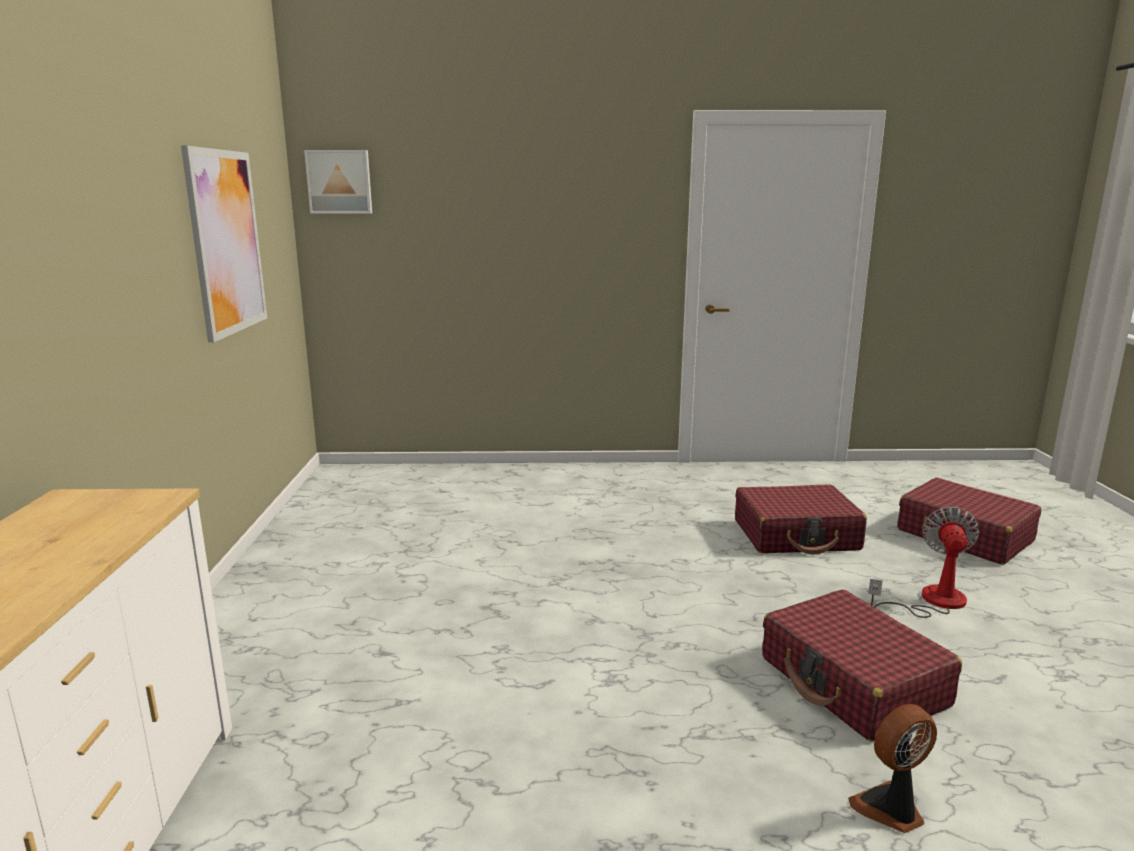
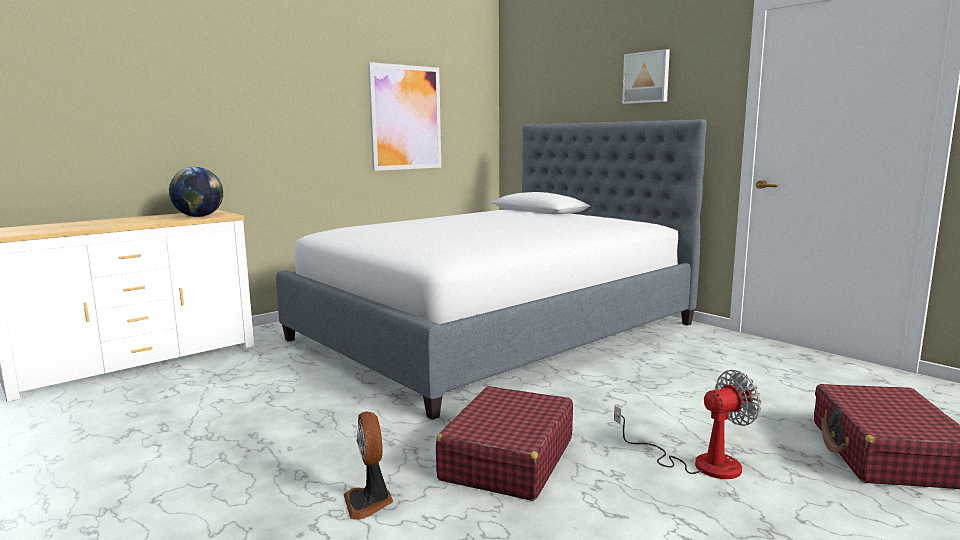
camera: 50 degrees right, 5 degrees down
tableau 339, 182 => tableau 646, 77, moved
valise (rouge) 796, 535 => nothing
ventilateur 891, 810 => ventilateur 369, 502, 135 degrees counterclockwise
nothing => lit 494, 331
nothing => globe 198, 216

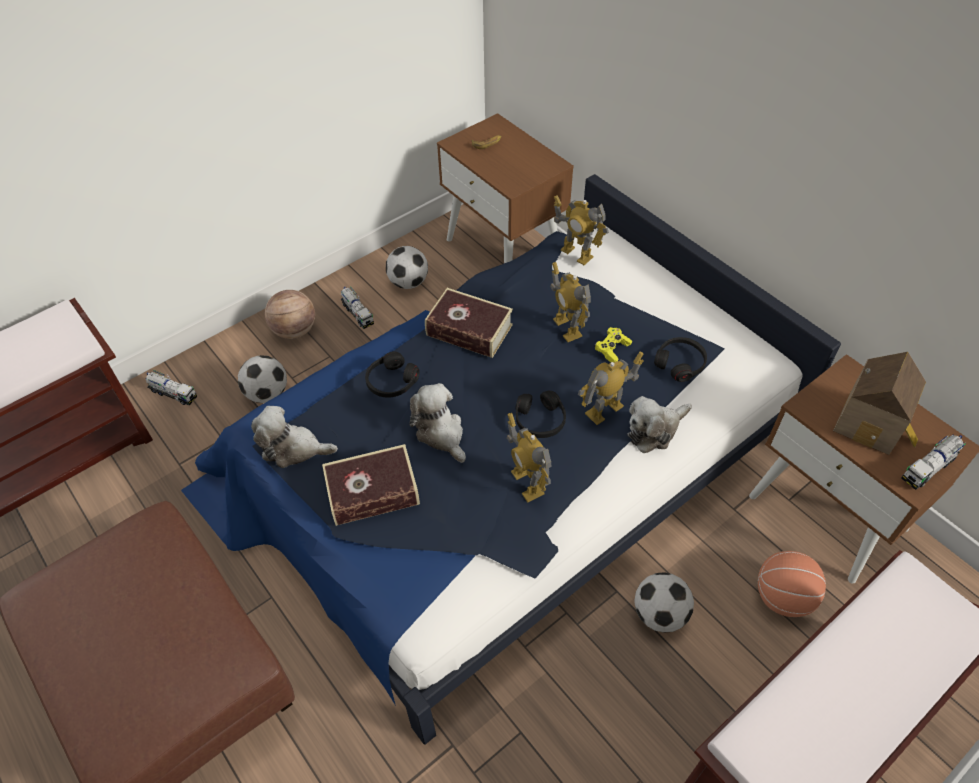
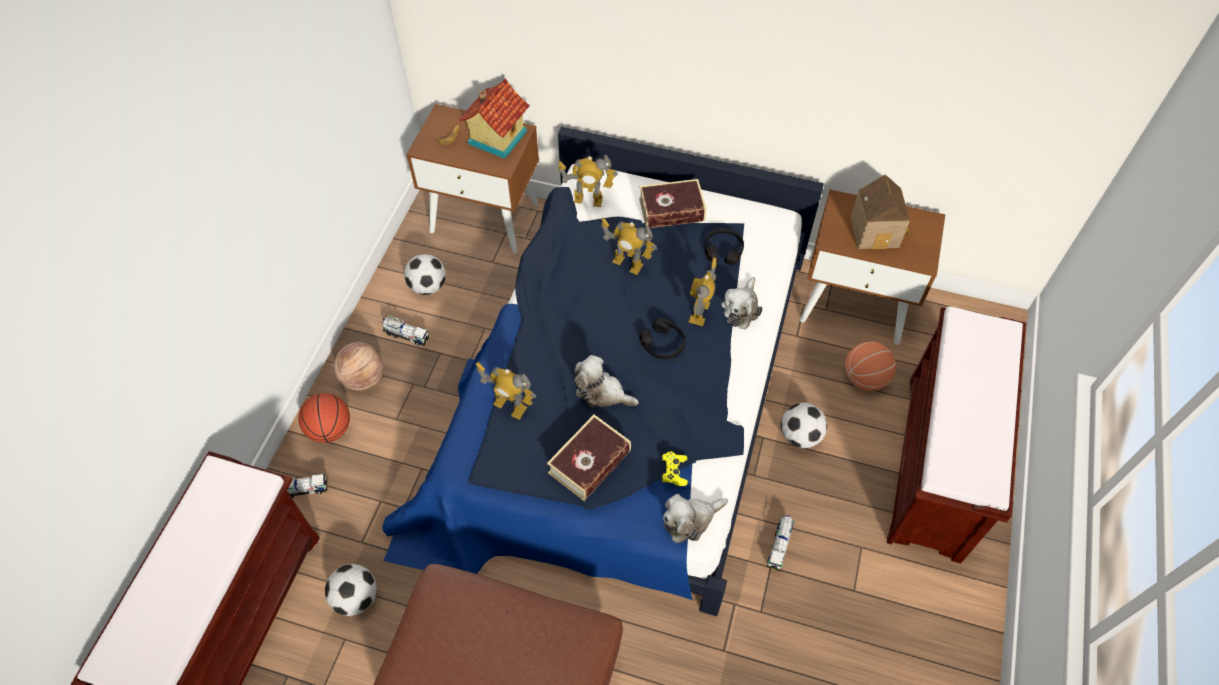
camera: 35 degrees left, 5 degrees up
livre 469, 330 => livre 671, 210, moved
manette (jaune) 612, 349 => manette (jaune) 673, 472, moved
casque audio (noir) 391, 381 => nothing
ballon de foot 267, 393 => ballon de foot 356, 598, moved
peluche 293, 448 => peluche 690, 520, moved
robot jouet 527, 483 => robot jouet 510, 406, moved
camion jouet 928, 468 => camion jouet 779, 546, moved
nothing => maison miniature 496, 137
nothing => ballon de basket 330, 429

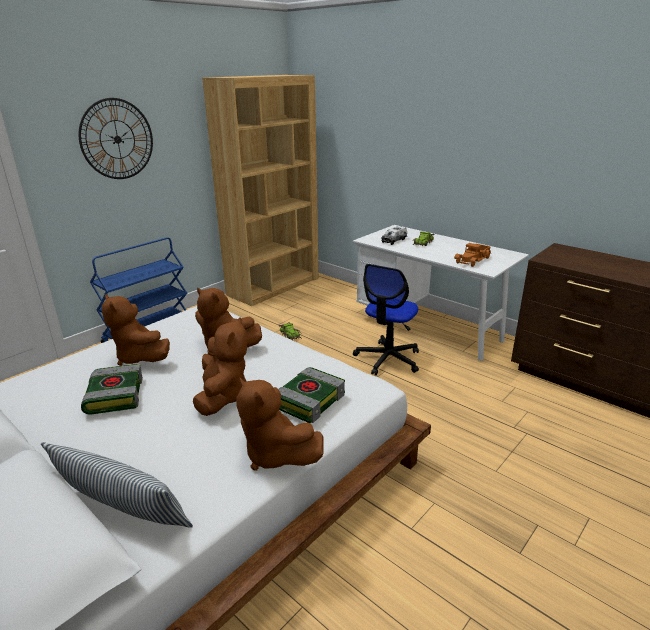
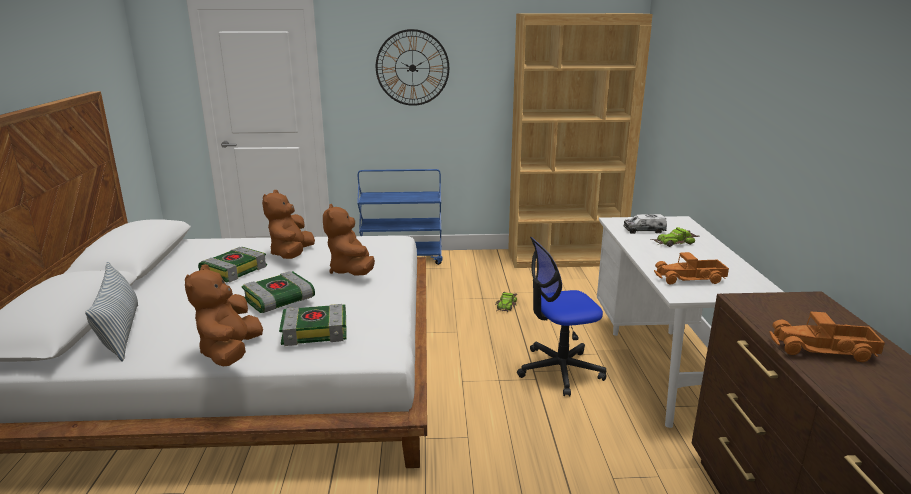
camera: 45 degrees right, 5 degrees down
peluche (marron) 223, 396 => livre 278, 300
nothing => camion jouet 823, 350

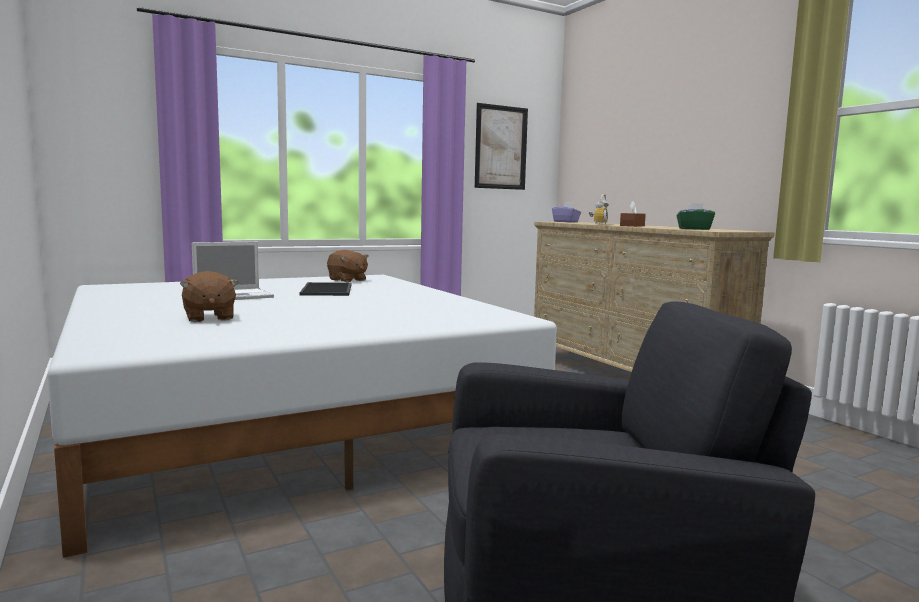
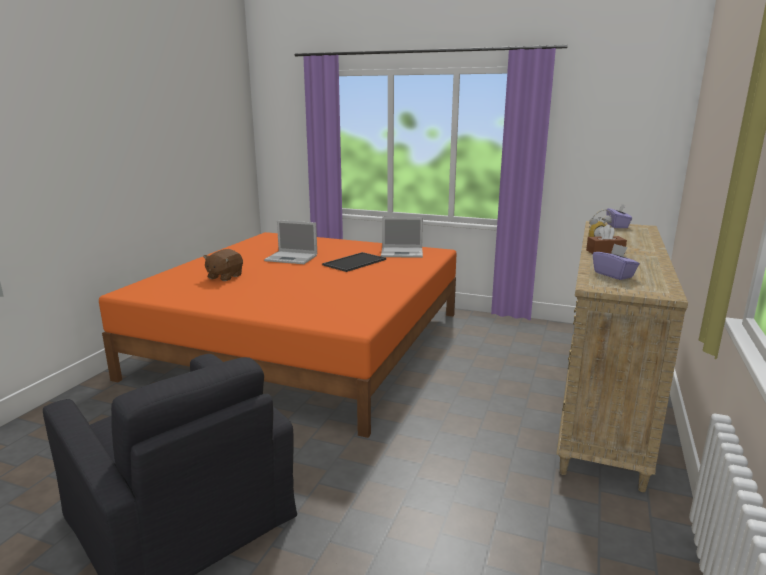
camera: 50 degrees right, 10 degrees up
tableau 501, 147 => nothing
boîte à mouchoirs (vert) 694, 229 => boîte à mouchoirs (violet) 613, 275
peluche (marron) 347, 280 => ordinateur portable 403, 253
lit (blanc) 290, 415 => lit (orange) 305, 343

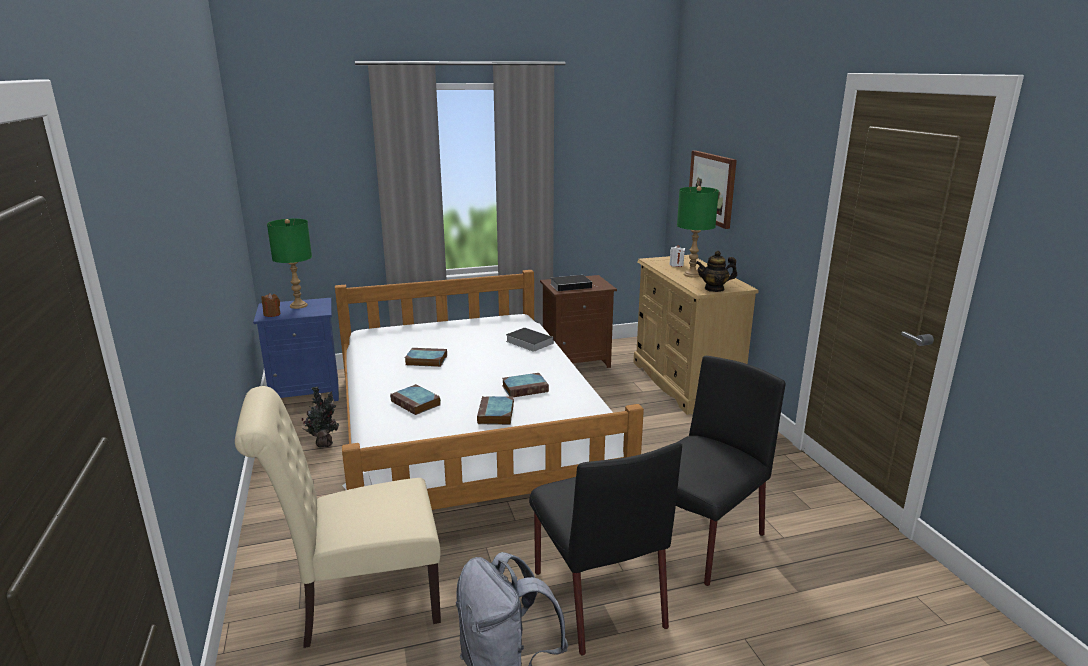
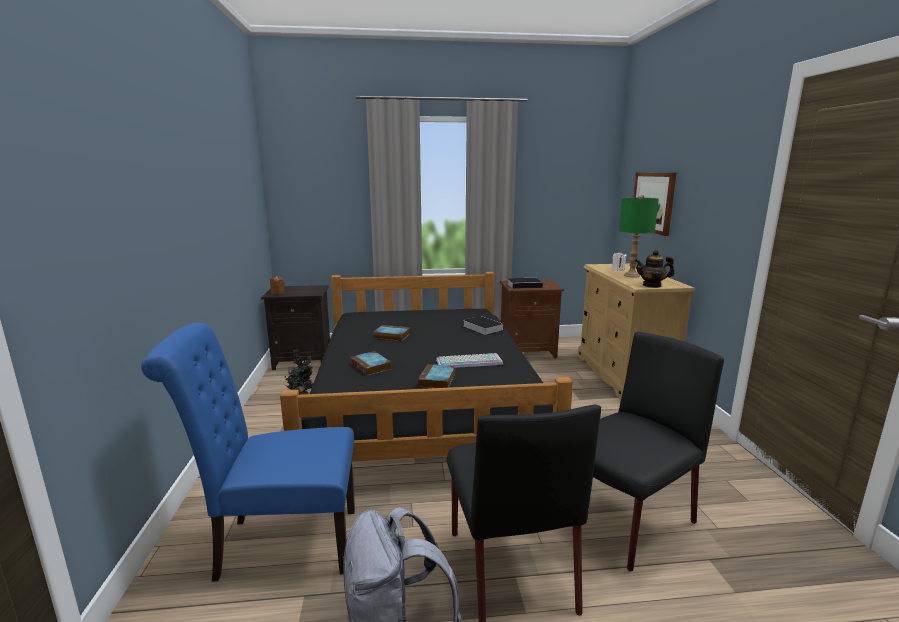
camera: 10 degrees right, 5 degrees down
lampe de table (vert) 298, 305 => nothing
lit (blanc) 468, 432 => lit (noir) 422, 400
table de chevet (bleu) 307, 393 => table de chevet (noir) 303, 360
livre 525, 388 => clavier 470, 361
chaise (beige) 360, 604 => chaise (bleu) 279, 544

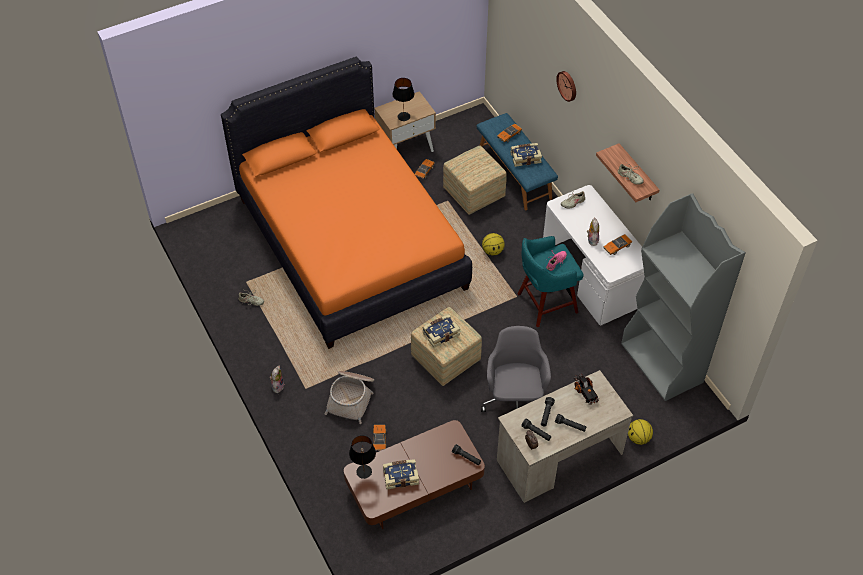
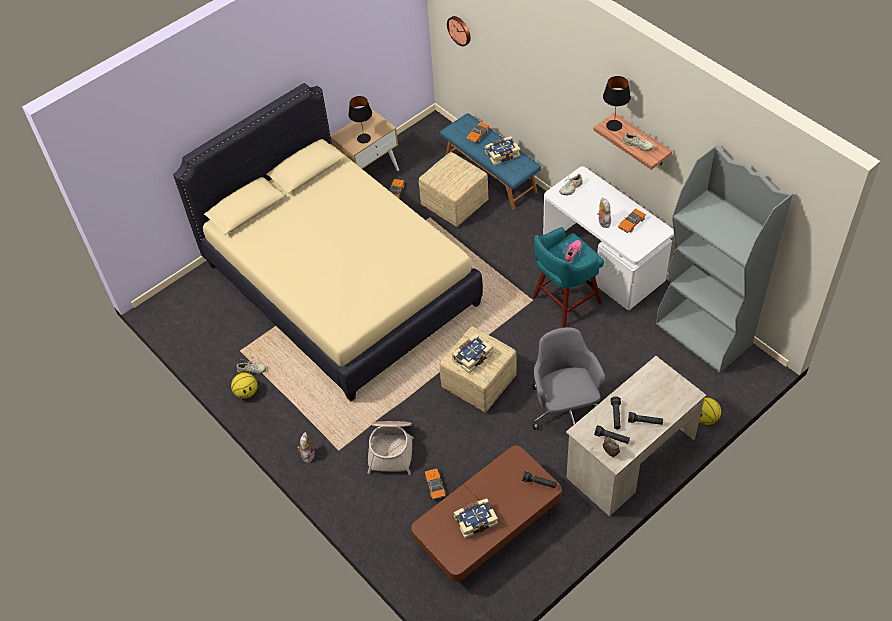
camera: 10 degrees left, 0 degrees up
lit (orange) 350, 243 => lit (beige) 340, 284
horloge murale 567, 85 => horloge murale 460, 30, moved
ballon de basket 493, 251 => ballon de basket 246, 392, moved
camion jouet 585, 392 => nothing
lampe de table (noir) 364, 472 => lampe de table (noir) 614, 125, moved

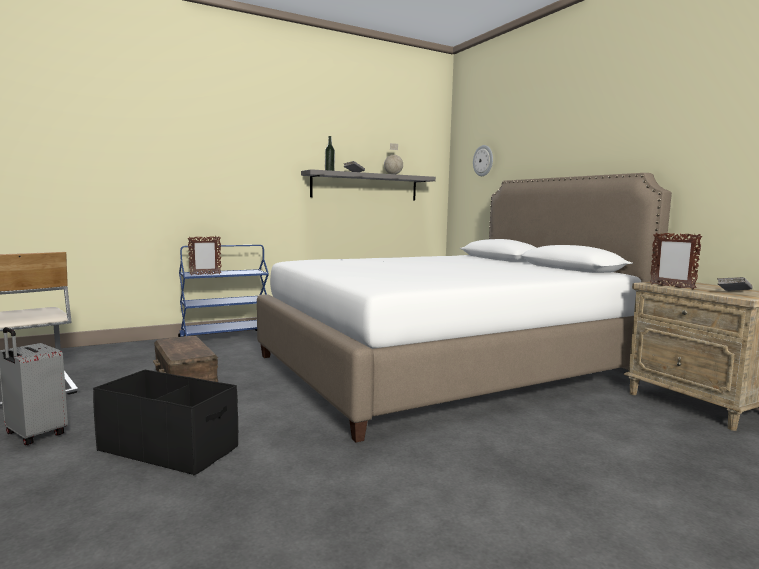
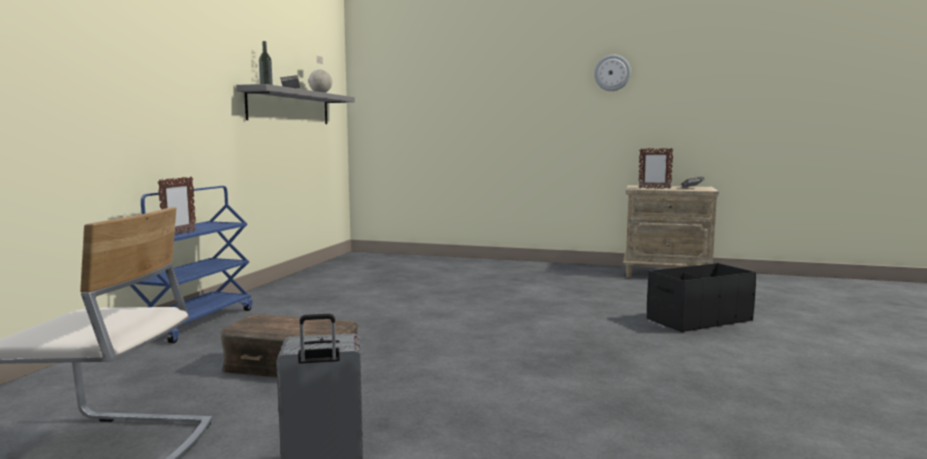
camera: 45 degrees left, 0 degrees up
horloge murale 483, 160 => horloge murale 612, 73, moved
lit (blanc) 446, 366 => nothing
boîte de rangement (noir) 169, 448 => boîte de rangement (noir) 698, 319, moved

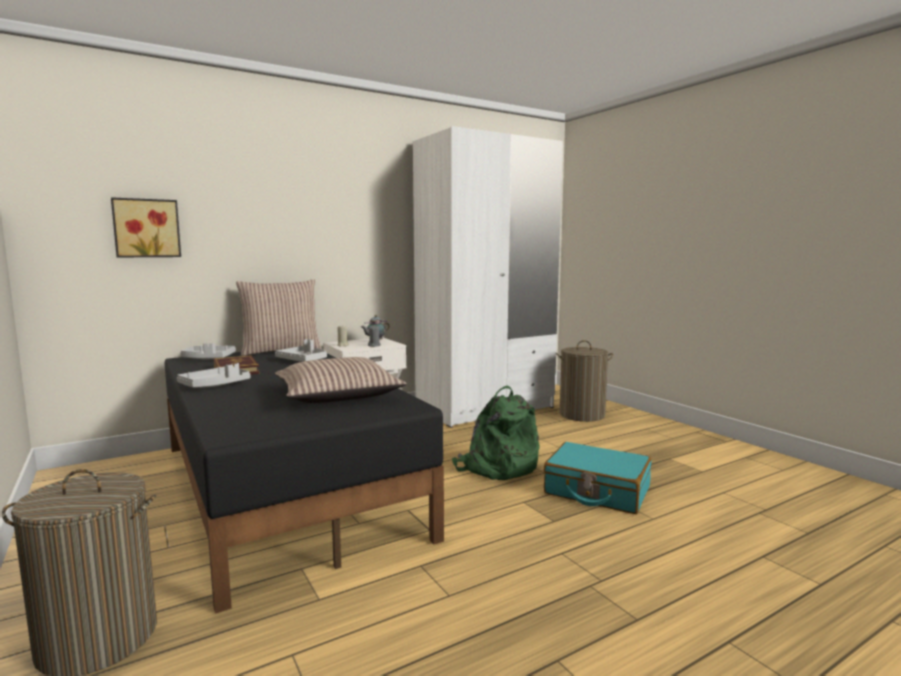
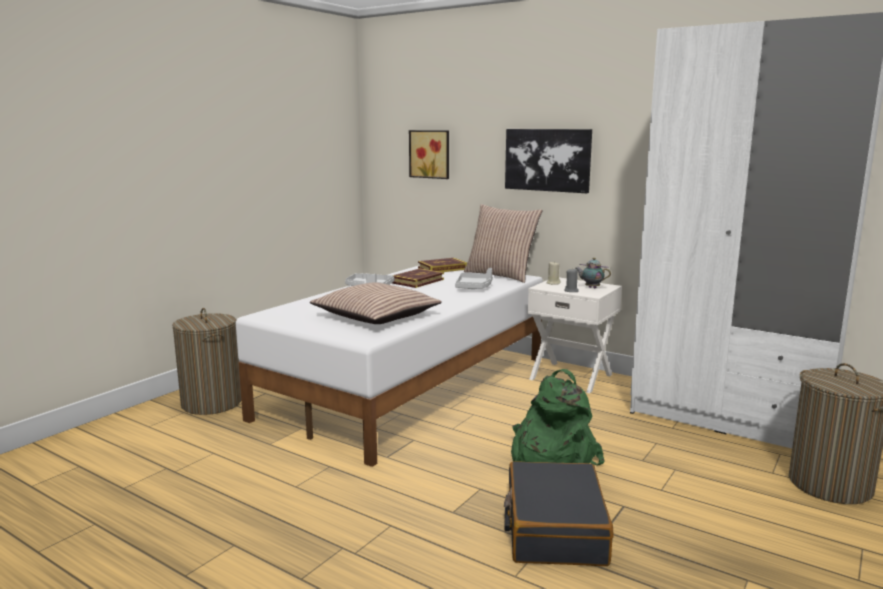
camera: 65 degrees right, 5 degrees up
plateau (gris) 208, 359 => livre 442, 268
lit (noir) 284, 486 => lit (blanc) 410, 386
valise (turquoise) 596, 491 => valise (noir) 554, 529
nothing => tableau 547, 160

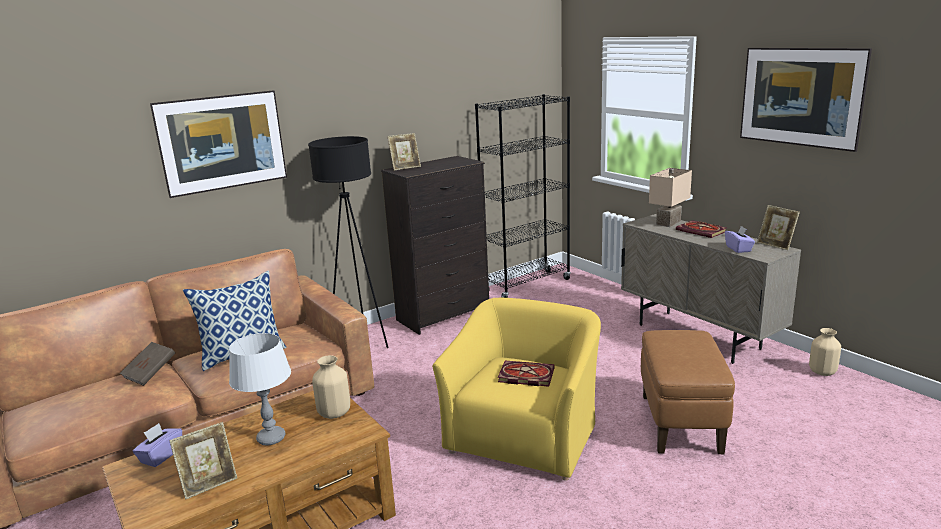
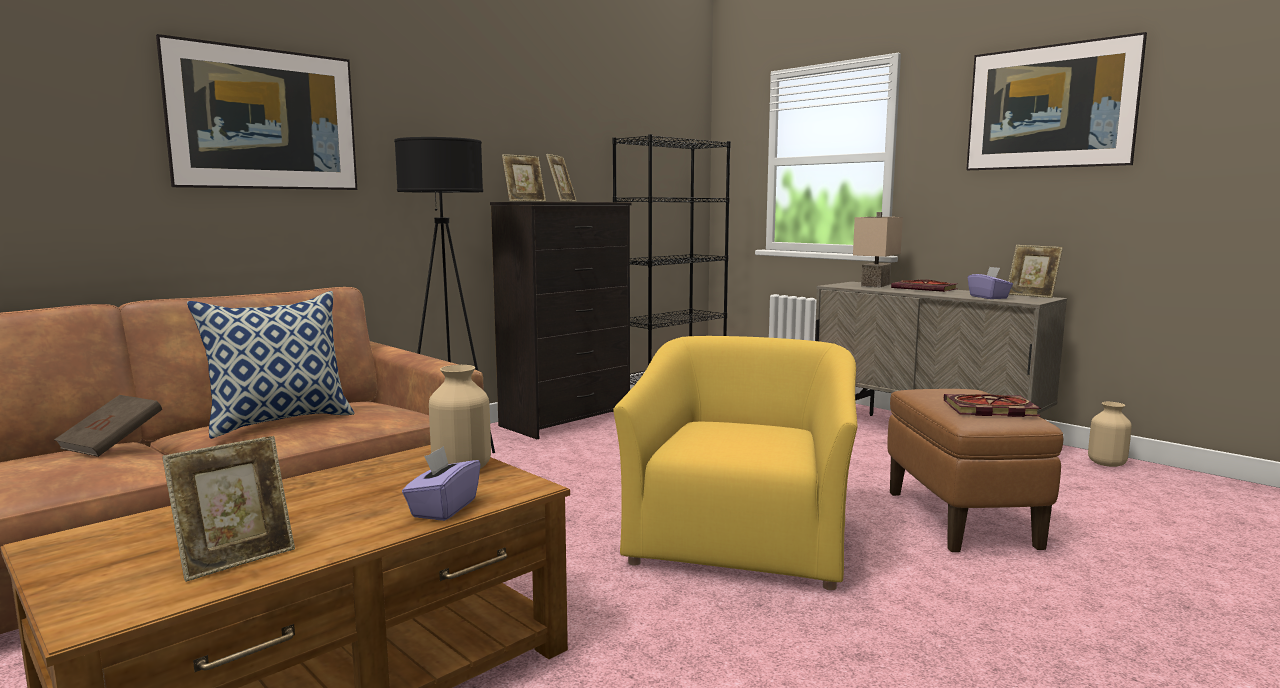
camera: 10 degrees left, 10 degrees down
lampe de table (blanc) 271, 438 => nothing
livre 524, 376 => livre 988, 409, moved
boîte à mouchoirs (violet) 161, 456 => boîte à mouchoirs (violet) 443, 508, moved
nothing => cadre photo 562, 201

